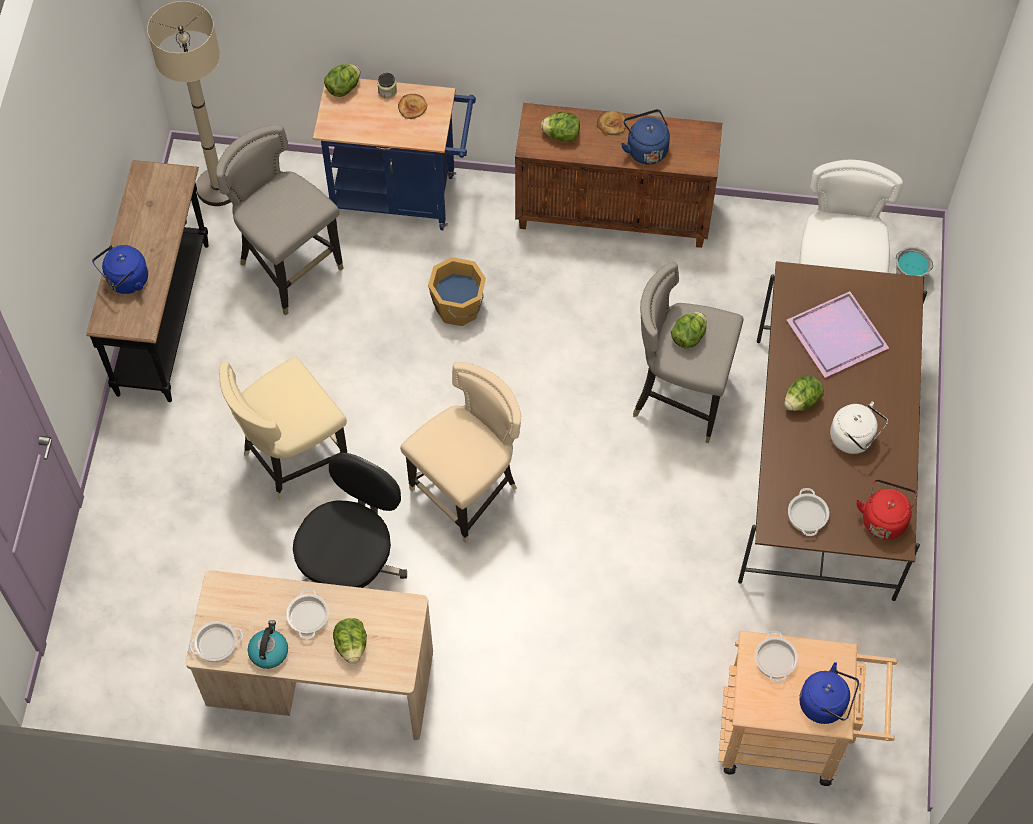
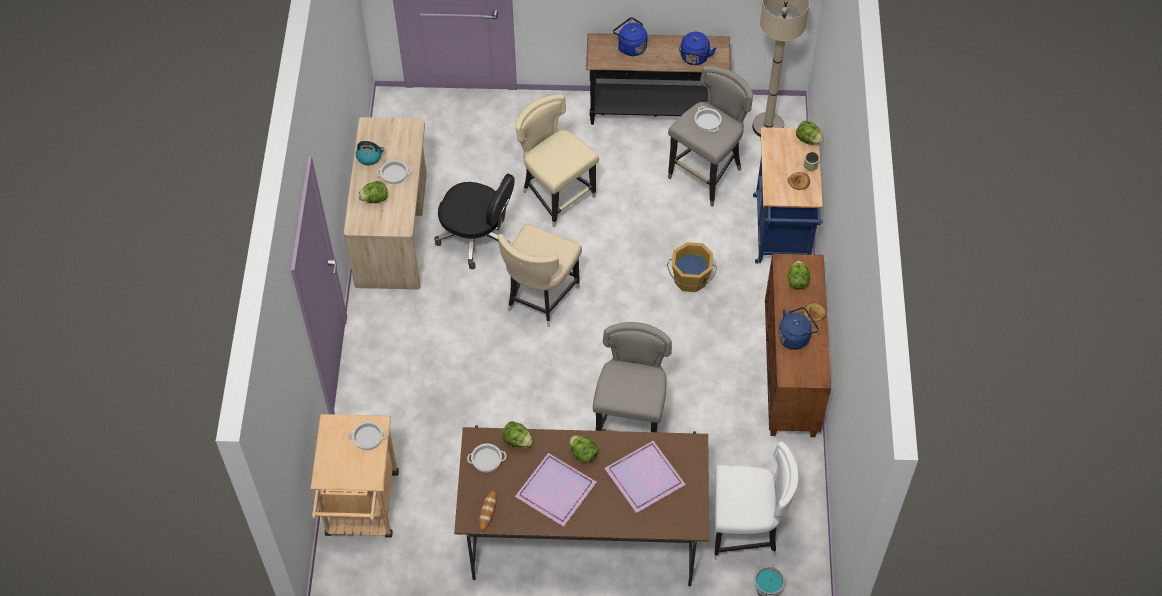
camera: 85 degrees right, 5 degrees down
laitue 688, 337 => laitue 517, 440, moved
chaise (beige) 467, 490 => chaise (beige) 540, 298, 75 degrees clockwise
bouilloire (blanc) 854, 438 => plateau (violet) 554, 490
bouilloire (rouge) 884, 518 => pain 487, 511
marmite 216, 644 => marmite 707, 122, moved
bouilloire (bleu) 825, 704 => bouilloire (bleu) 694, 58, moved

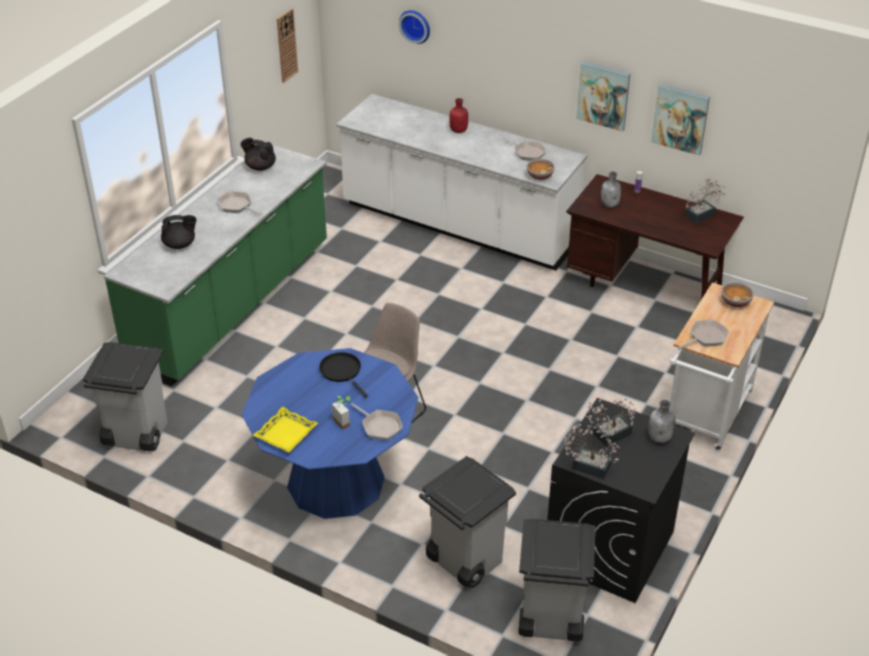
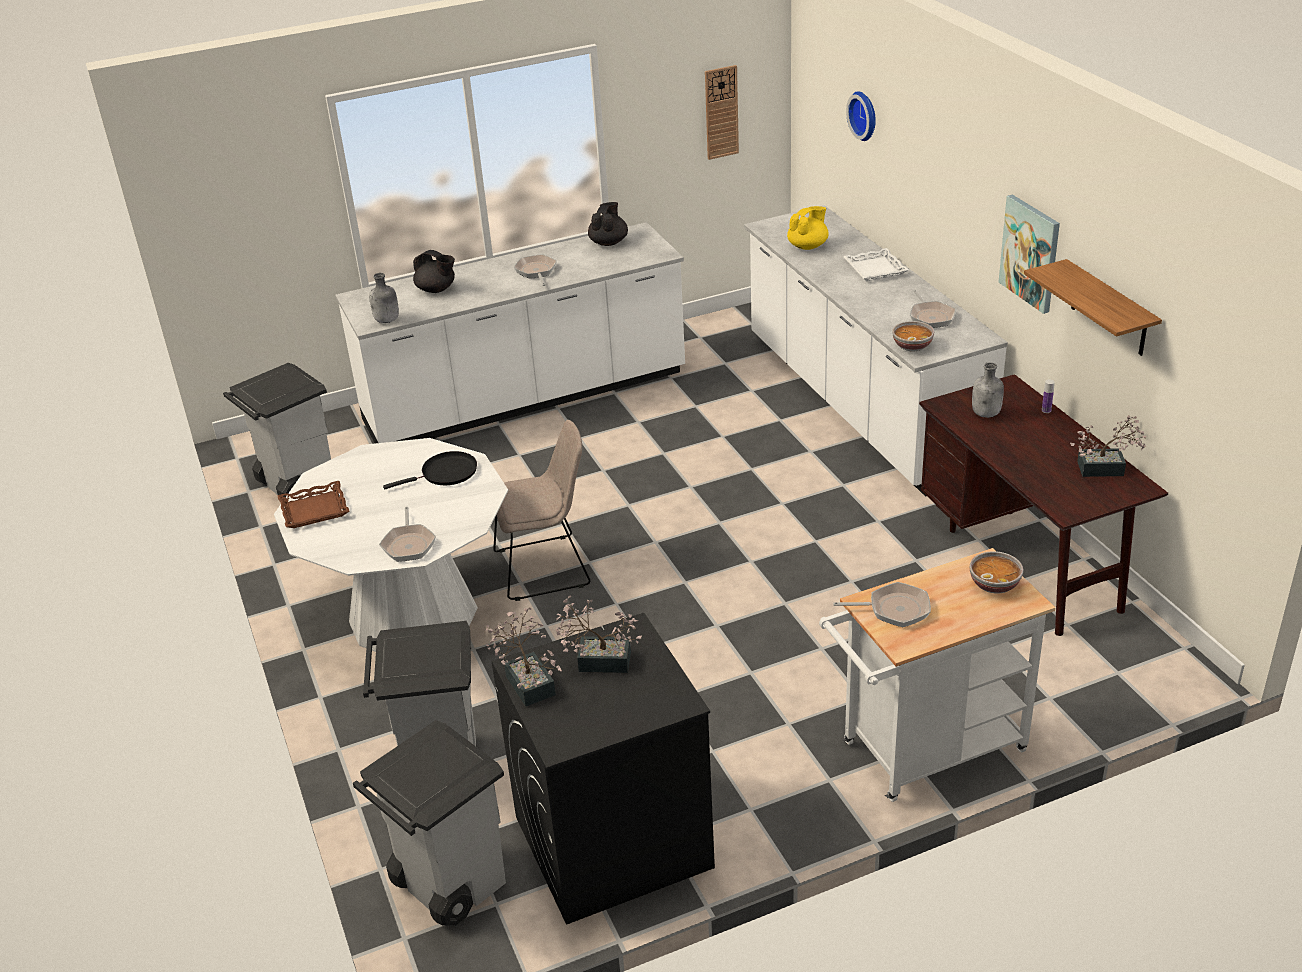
camera: 40 degrees right, 5 degrees down
tableau 680, 119 => étagère 1109, 309
bouteille (rouge) 459, 130 => plateau (blanc) 875, 269
théière (noir) 260, 167 => théière (noir) 609, 242, 45 degrees clockwise
comptoir de cuisine (vert) 233, 305 => comptoir de cuisine (blanc) 526, 399
table à manger (bleu) 336, 482 => table à manger (blanc) 413, 614
poêle (noir) 342, 371 => poêle (noir) 446, 473, 60 degrees clockwise
plante en pot 344, 421 => nothing
bouteille (gris) 660, 438 => bouteille (gris) 387, 320, moved
plateau (jaune) 286, 434 => plateau (marron) 314, 510
nothing => théière (jaune) 808, 246

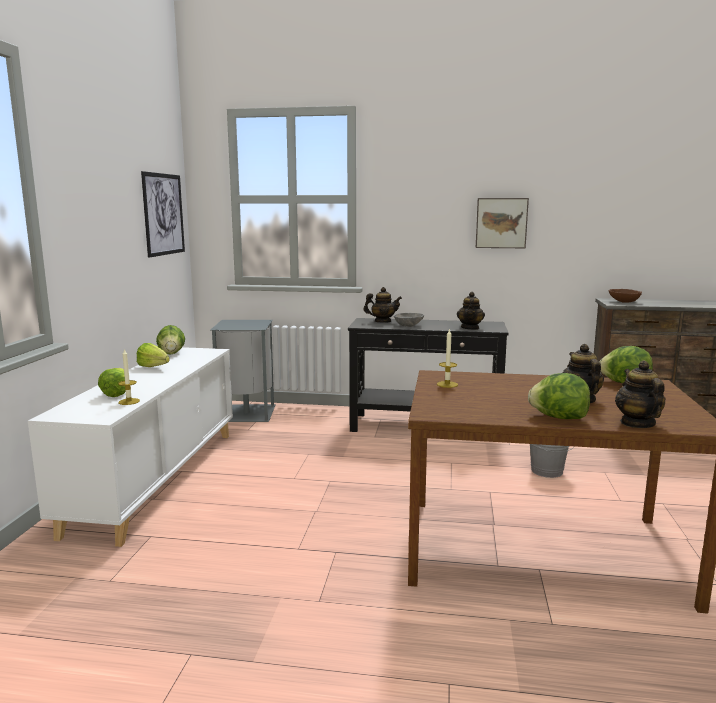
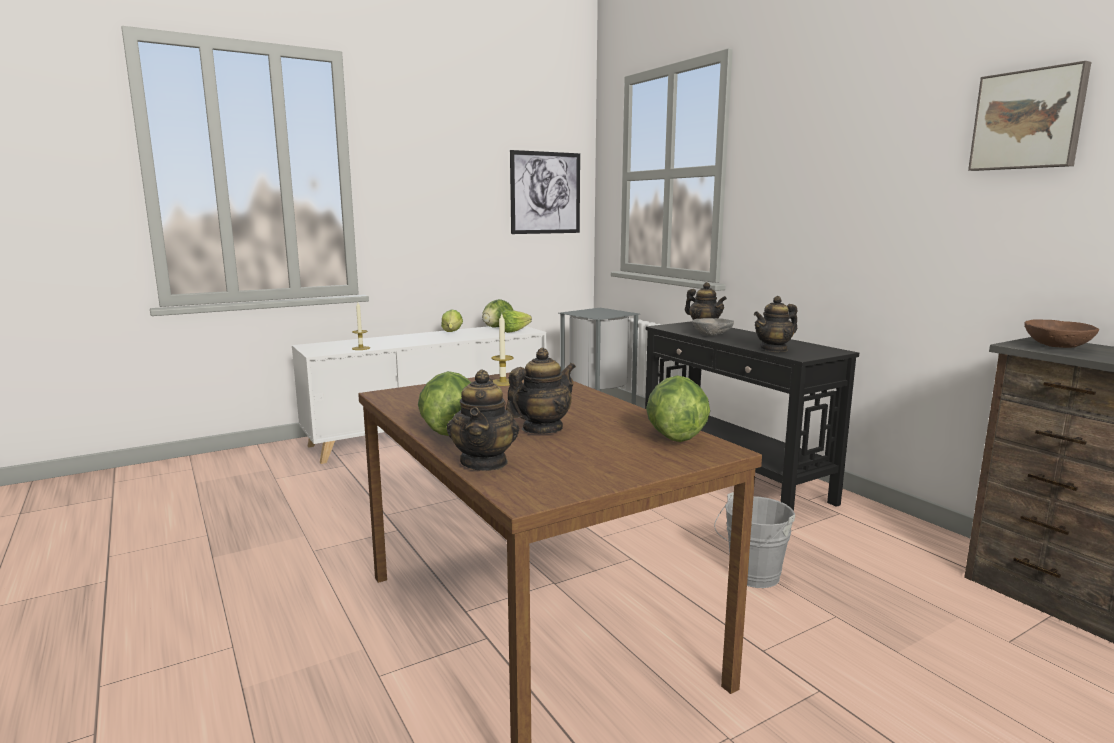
camera: 50 degrees right, 0 degrees up
tableau 501, 223 => tableau 1028, 120, moved
théière 637, 423 => théière 484, 462, 135 degrees clockwise
laitue 119, 392 => laitue 517, 331, moved

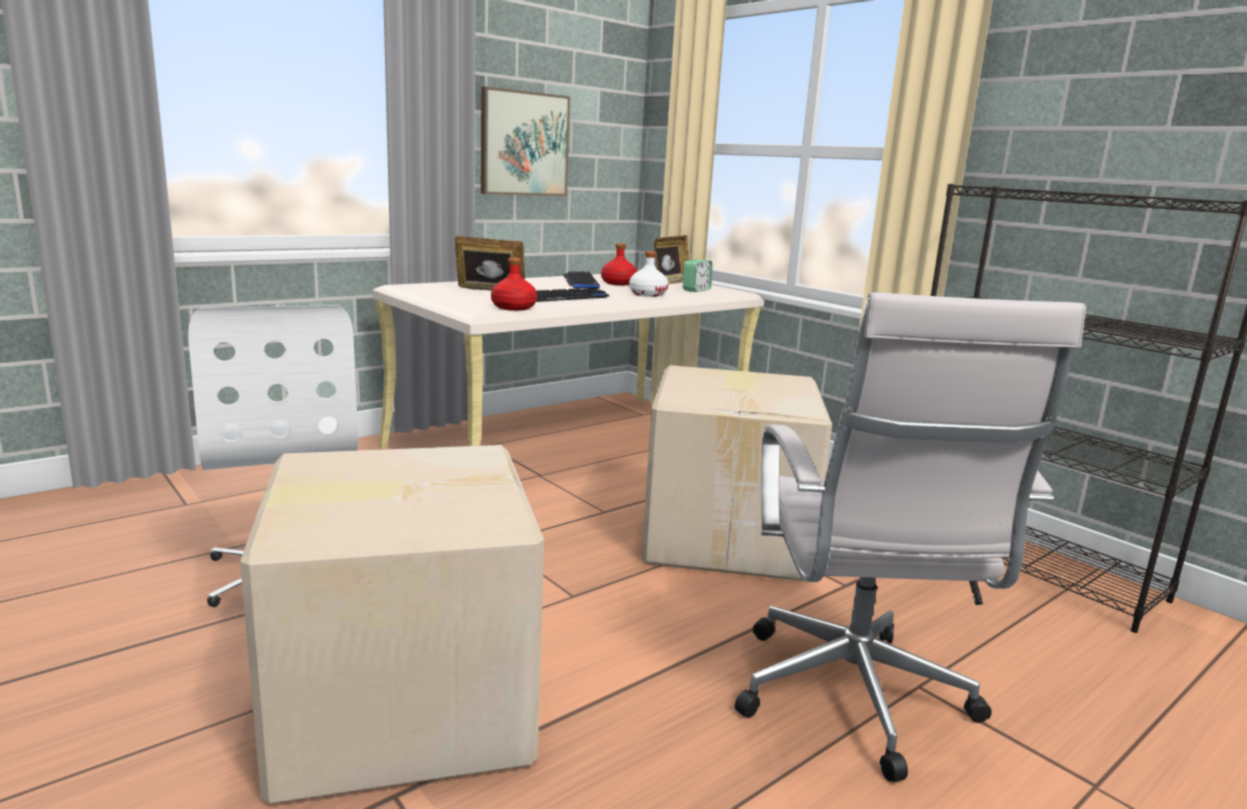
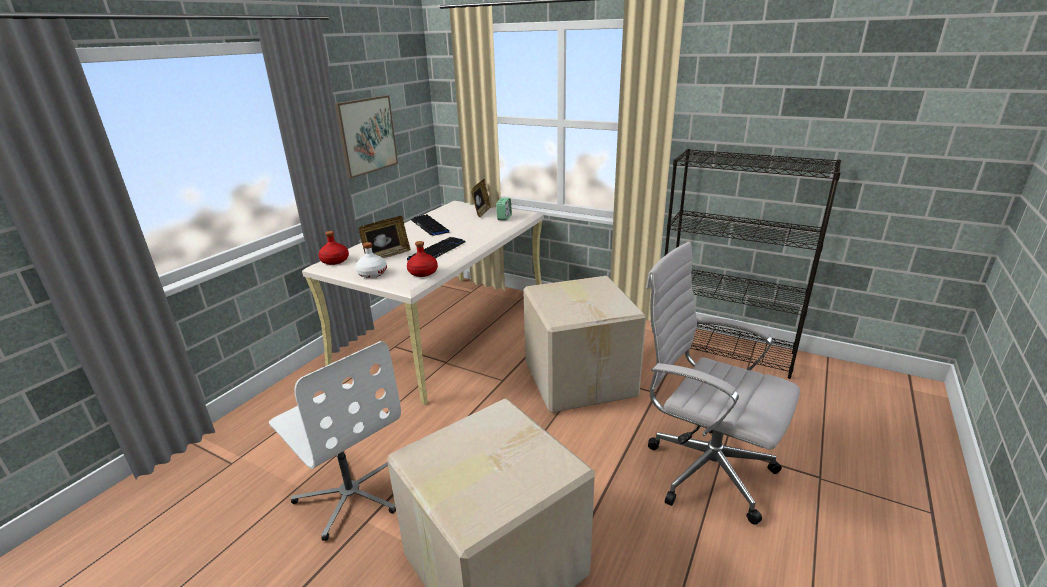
camera: 20 degrees left, 10 degrees up
cadre photo 489, 291 => cadre photo 387, 255, 150 degrees clockwise
bouteille (rouge) 618, 283 => bouteille (rouge) 334, 261, moved
bouteille (blanc) 647, 294 => bouteille (blanc) 372, 273, moved
chaise de bureau (blanc) 853, 702 => chaise de bureau (blanc) 703, 469, 150 degrees clockwise

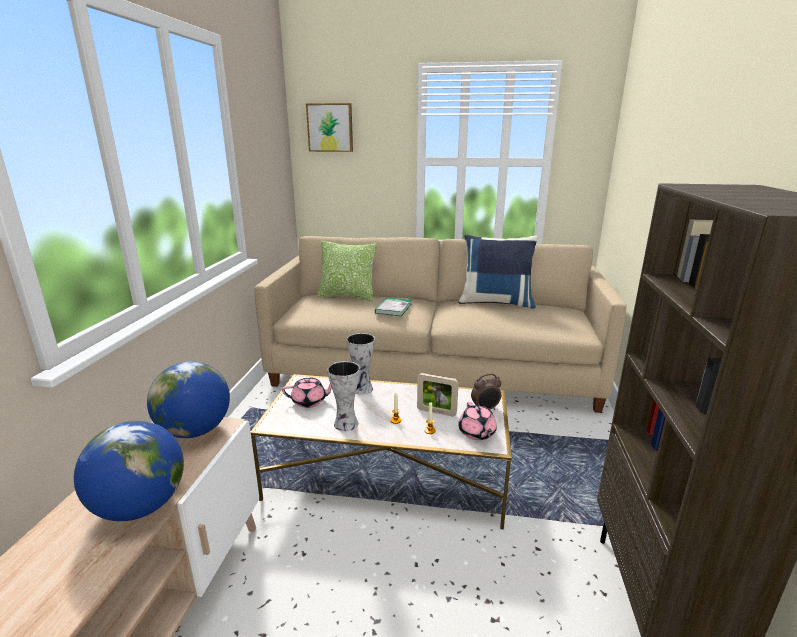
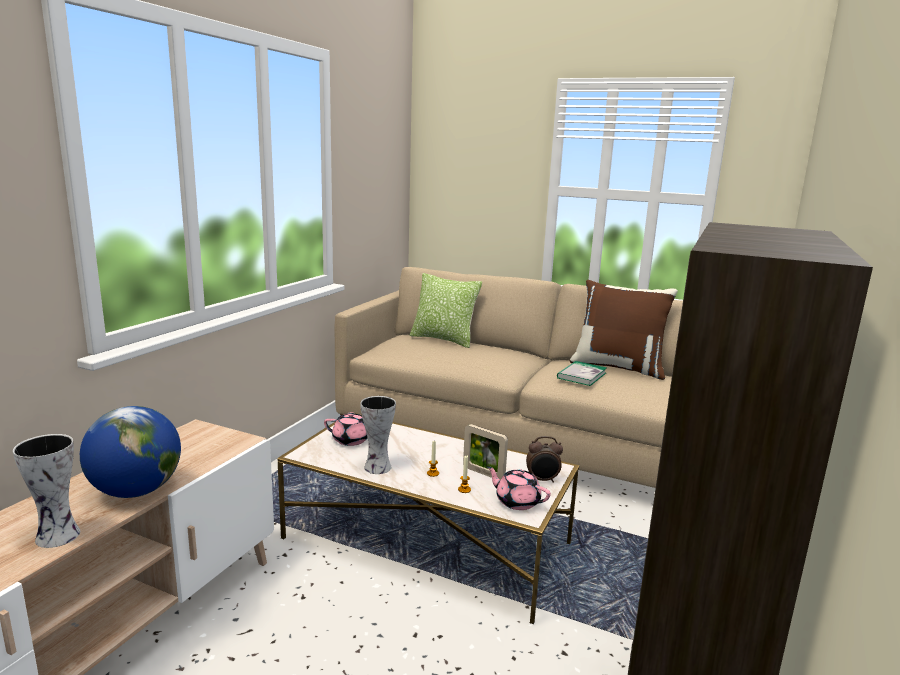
camera: 15 degrees right, 5 degrees down
tableau 330, 127 => nothing
coussin (bleu) 496, 302 => coussin (marron) 618, 367
livre 393, 308 => livre 581, 375, moved
vase 363, 389 => vase 59, 536, moved
globe 195, 431 => nothing
théière (rose) 477, 433 => théière (rose) 517, 501, 120 degrees clockwise

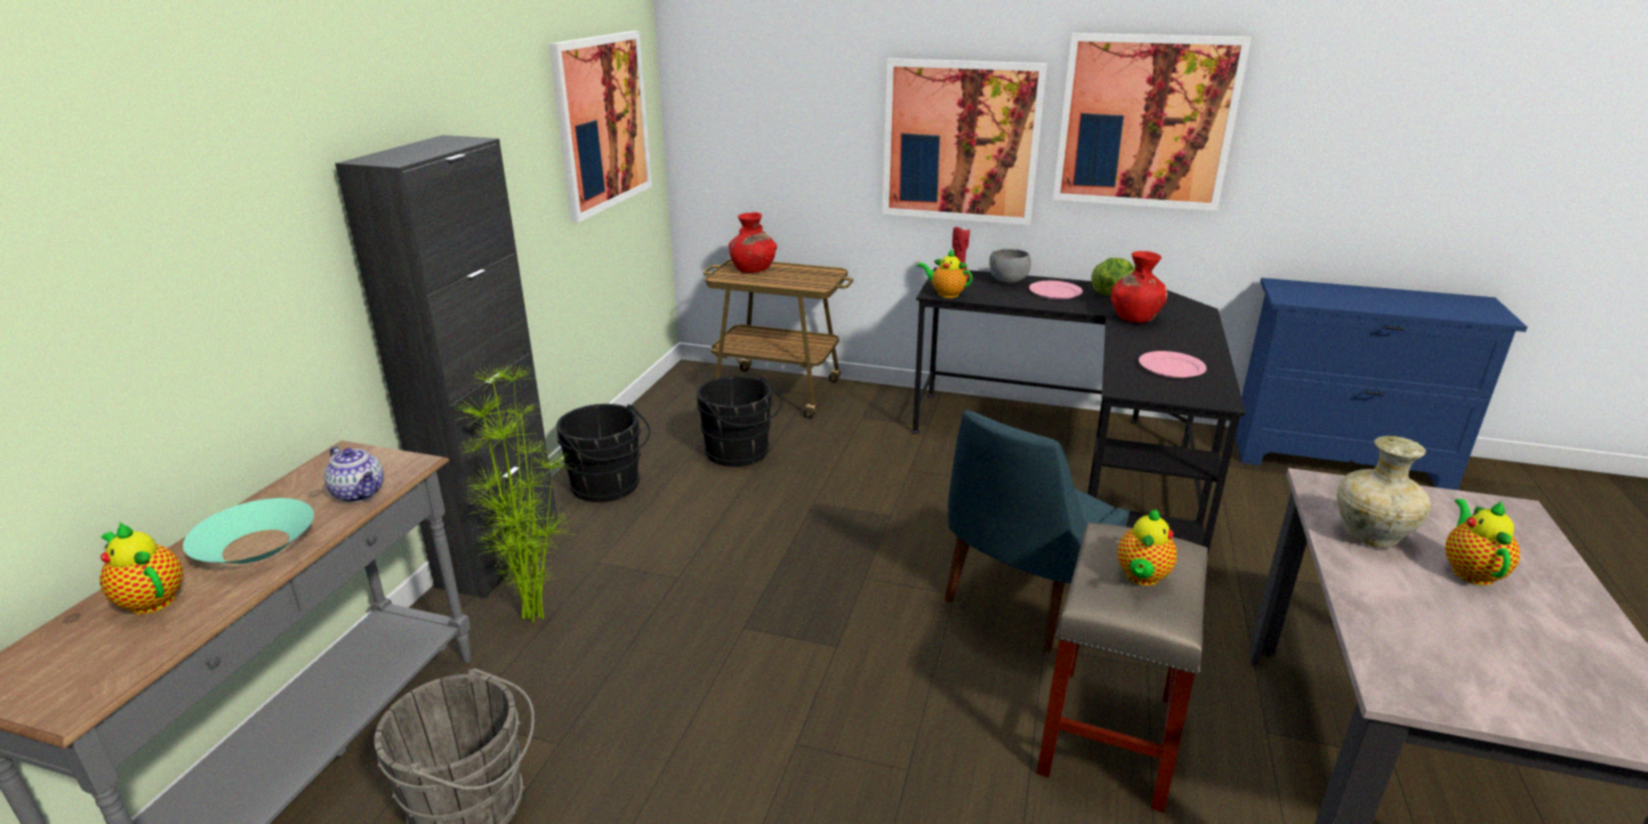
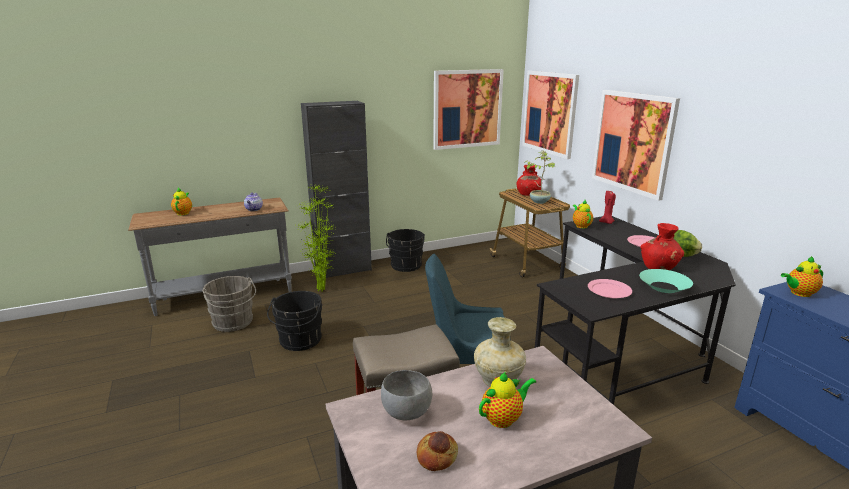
camera: 50 degrees right, 5 degrees down
tableau 1145, 122 => tableau 549, 113, moved
bol (gris) 1007, 281 => bol (gris) 405, 412, moved
seau (noir) 739, 453 => seau (noir) 299, 341, moved
bol (turquoise) 256, 546 => bol (turquoise) 664, 287, moved
théière 1141, 578 => théière 799, 293, moved
nothing => plante en pot 539, 201
nothing => pain 437, 457

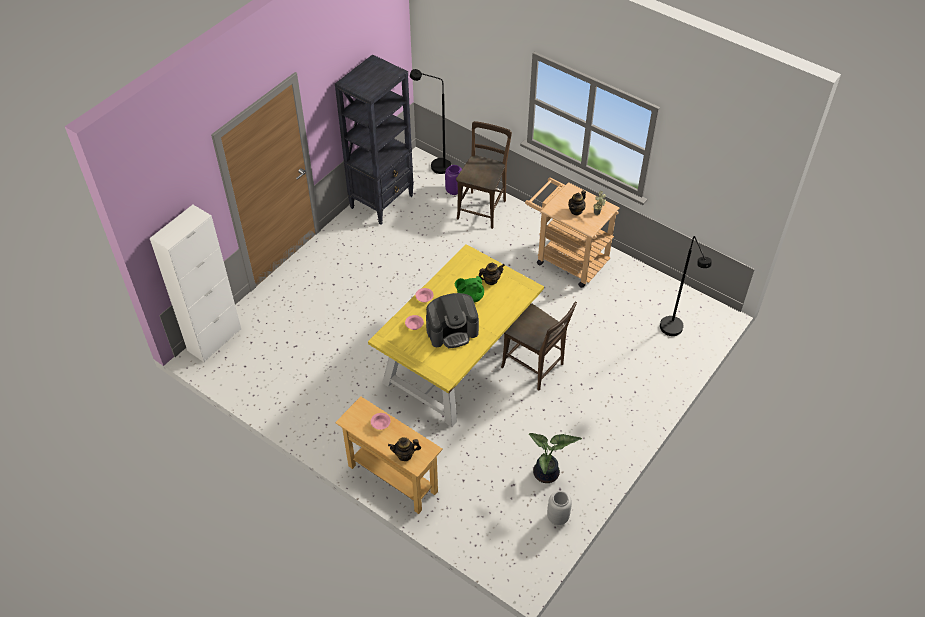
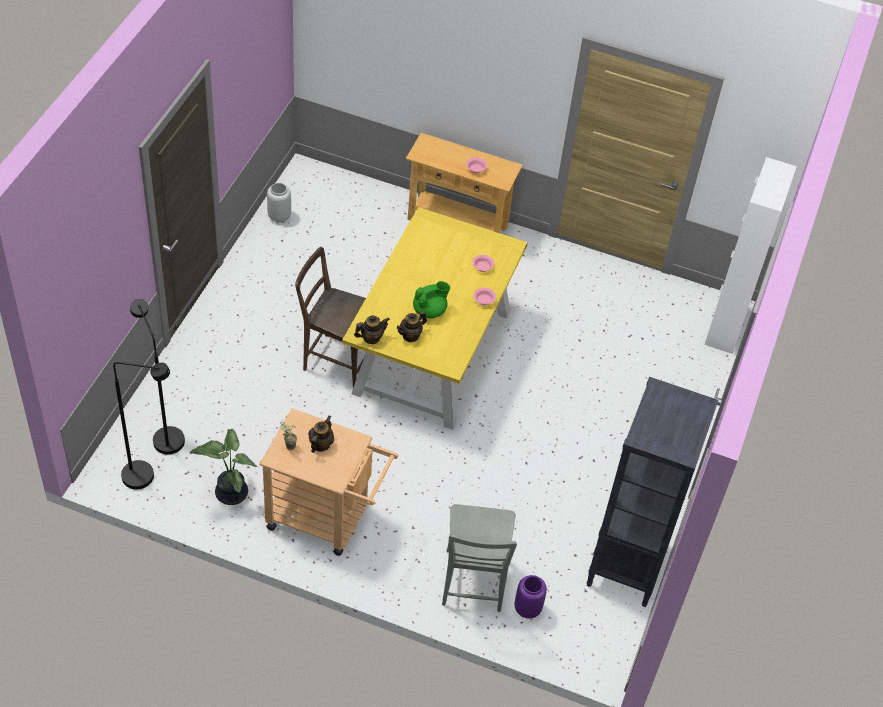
camera: 160 degrees right, 0 degrees up
lampadaire (noir) 435, 166 => lampadaire (noir) 147, 476, moved
chaise (marron) 483, 207 => chaise (gris) 473, 585
machine à café 452, 331 => nothing
plante en pot 547, 474 => plante en pot 229, 492, moved
théière 405, 455 => théière 371, 338, moved

